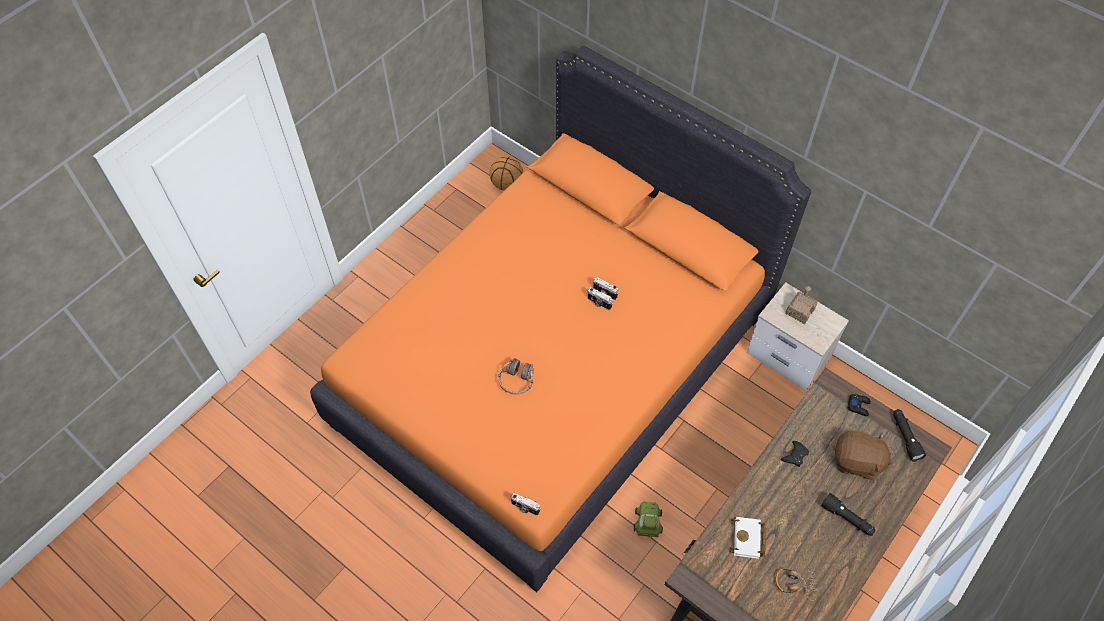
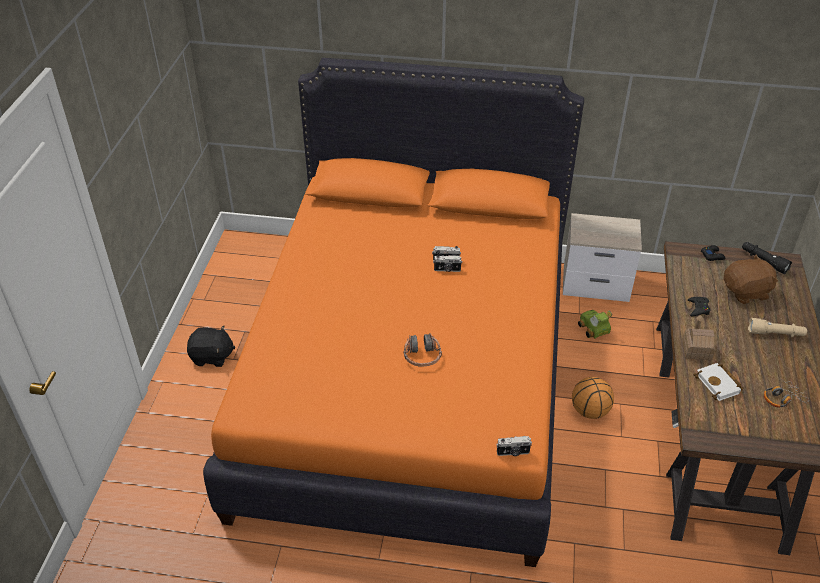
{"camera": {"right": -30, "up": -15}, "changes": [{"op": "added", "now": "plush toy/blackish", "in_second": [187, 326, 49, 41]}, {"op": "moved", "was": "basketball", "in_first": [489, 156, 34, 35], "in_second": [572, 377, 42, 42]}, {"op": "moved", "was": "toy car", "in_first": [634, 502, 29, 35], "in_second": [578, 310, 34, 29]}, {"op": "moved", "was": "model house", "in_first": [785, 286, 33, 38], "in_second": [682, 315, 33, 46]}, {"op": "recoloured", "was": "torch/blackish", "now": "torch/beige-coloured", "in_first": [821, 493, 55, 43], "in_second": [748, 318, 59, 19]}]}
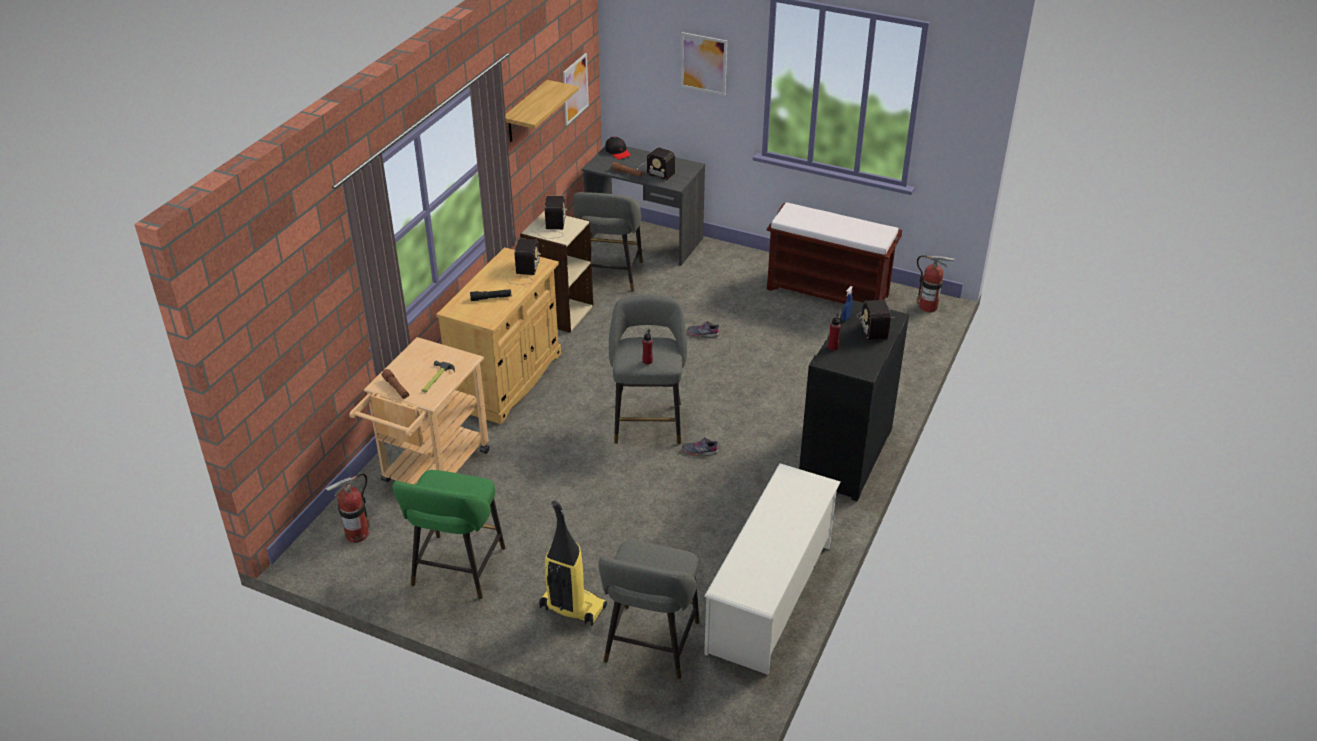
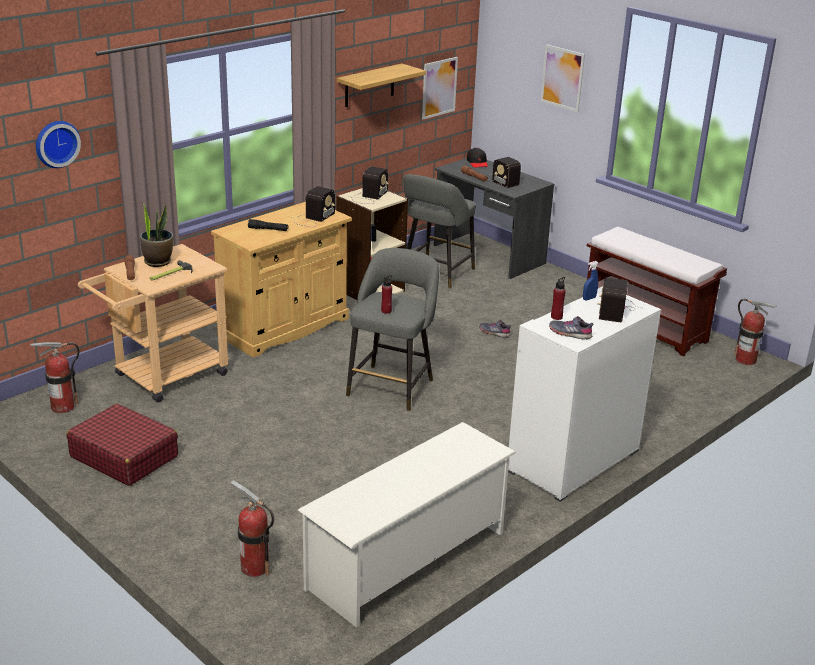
{"camera": {"right": 20, "up": -10}, "changes": [{"op": "removed", "was": "hoover", "in_first": [539, 500, 68, 126]}, {"op": "added", "now": "wall clock", "in_second": [36, 121, 45, 47]}, {"op": "added", "now": "plant in a pot", "in_second": [140, 202, 33, 65]}, {"op": "moved", "was": "low shoe/gray", "in_first": [682, 437, 36, 19], "in_second": [549, 316, 44, 23]}, {"op": "replaced", "was": "stool seat/greenish", "now": "piece of luggage/reddish", "in_first": [392, 470, 113, 129], "in_second": [67, 404, 111, 82]}, {"op": "replaced", "was": "stool seat/gray", "now": "fire-fighting cylinder", "in_first": [598, 540, 101, 139], "in_second": [230, 480, 44, 97]}, {"op": "recoloured", "was": "cupboard/blackish", "now": "cupboard/white-coloured", "in_first": [799, 300, 110, 201], "in_second": [508, 286, 153, 216]}]}
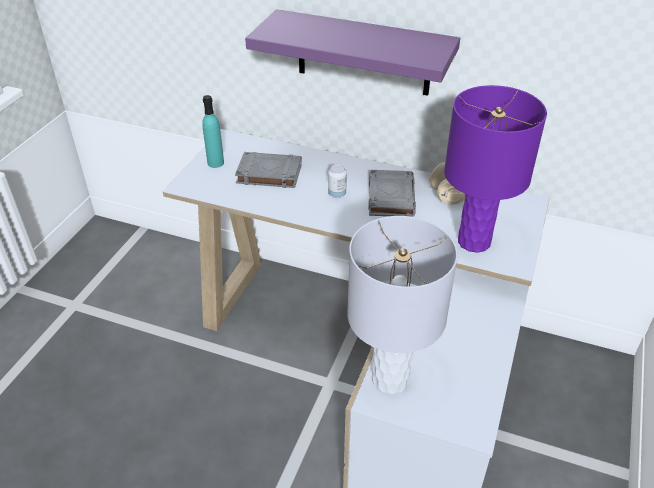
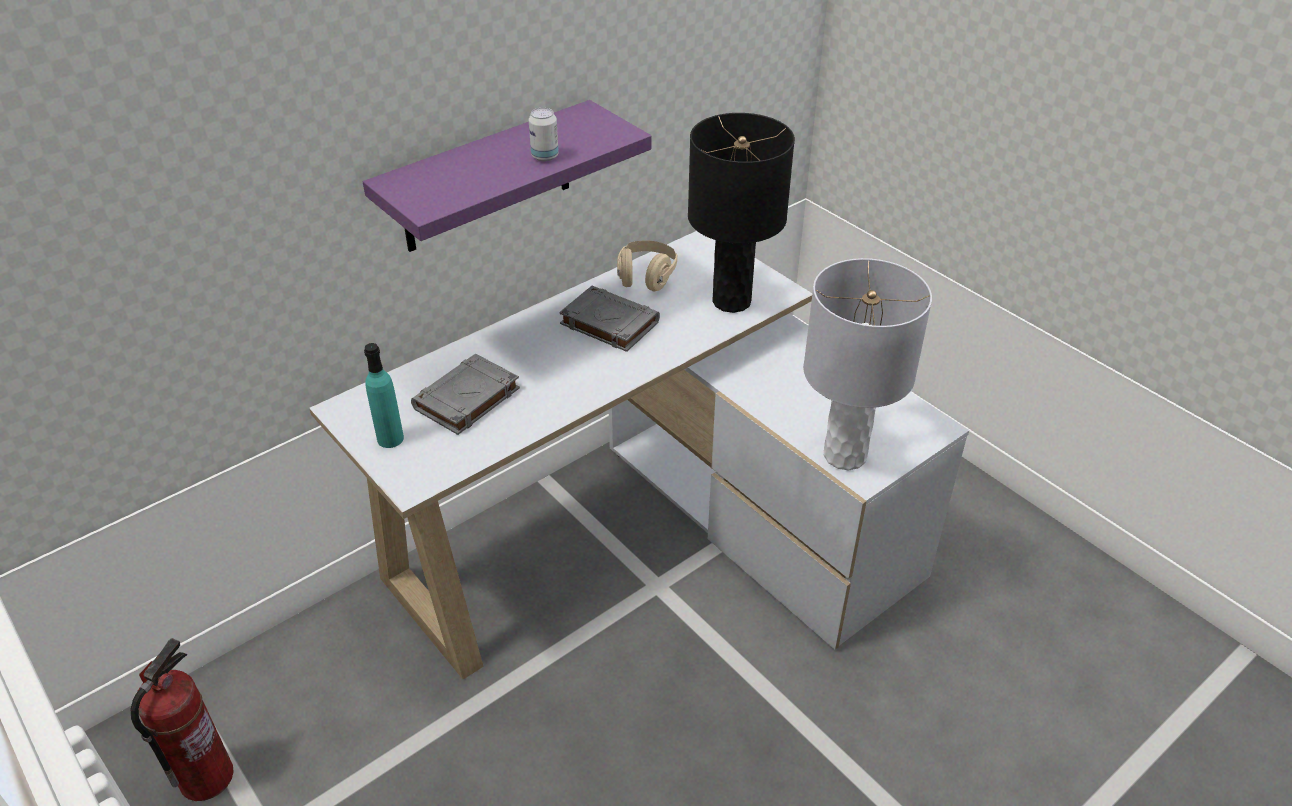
{"camera": {"right": -60, "up": 0}, "changes": [{"op": "added", "now": "fire-fighting cylinder", "in_second": [131, 638, 103, 163]}, {"op": "moved", "was": "metal can", "in_first": [328, 164, 19, 34], "in_second": [529, 108, 30, 54]}, {"op": "recoloured", "was": "table lamp/purple", "now": "table lamp/blackish", "in_first": [444, 85, 103, 168], "in_second": [688, 113, 107, 200]}]}
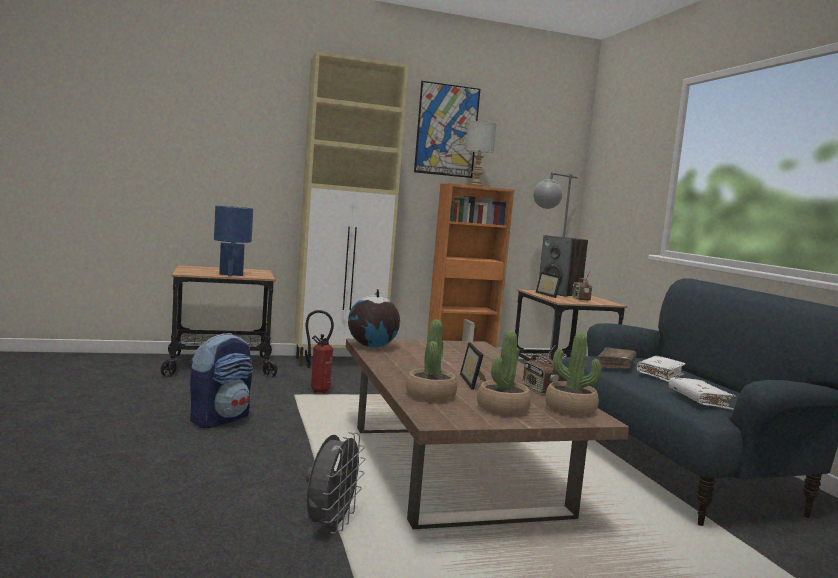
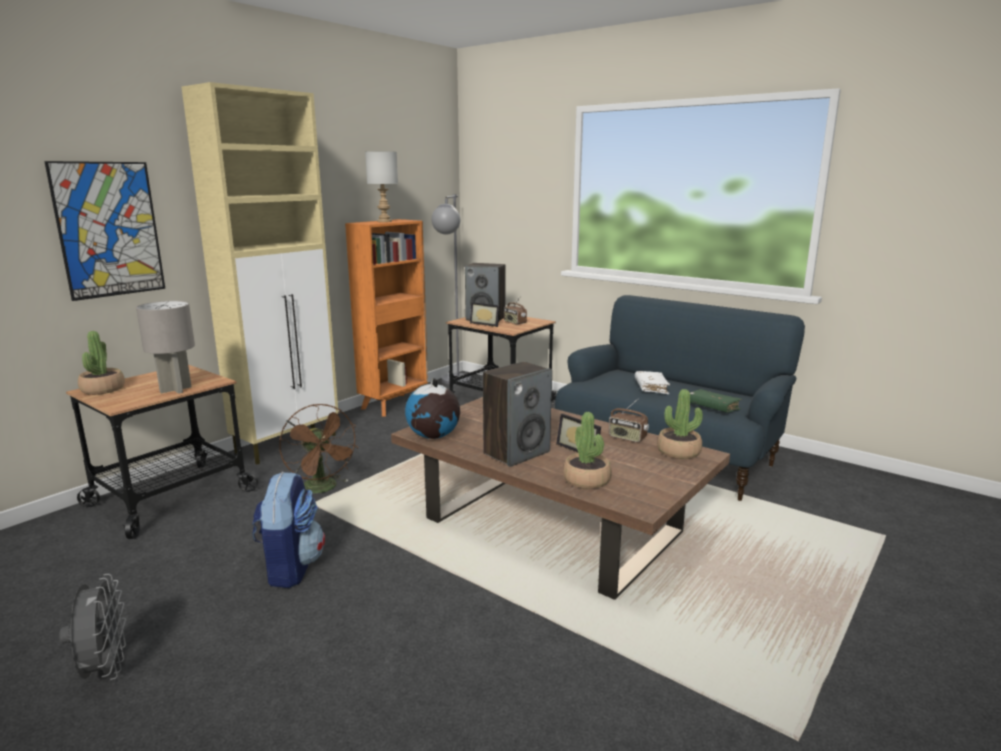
{"camera": {"right": -35, "up": 10}, "changes": [{"op": "removed", "was": "volume/brown-coloured", "in_first": [597, 347, 40, 22]}, {"op": "added", "now": "loudspeaker", "in_second": [483, 361, 69, 106]}, {"op": "moved", "was": "cooling fan/gray", "in_first": [305, 432, 61, 102], "in_second": [59, 574, 67, 106]}, {"op": "moved", "was": "picture", "in_first": [414, 81, 66, 97], "in_second": [44, 161, 121, 140]}, {"op": "moved", "was": "plant in a pot", "in_first": [477, 331, 54, 85], "in_second": [78, 331, 47, 64]}, {"op": "replaced", "was": "fire-fighting cylinder", "now": "cooling fan/brown-coloured", "in_first": [305, 310, 29, 84], "in_second": [279, 404, 79, 89]}, {"op": "recoloured", "was": "table lamp/blue", "now": "table lamp/gray", "in_first": [214, 206, 39, 71], "in_second": [136, 301, 59, 93]}, {"op": "recoloured", "was": "volume/white-coloured", "now": "volume/greenish", "in_first": [669, 377, 67, 33], "in_second": [690, 389, 52, 24]}]}
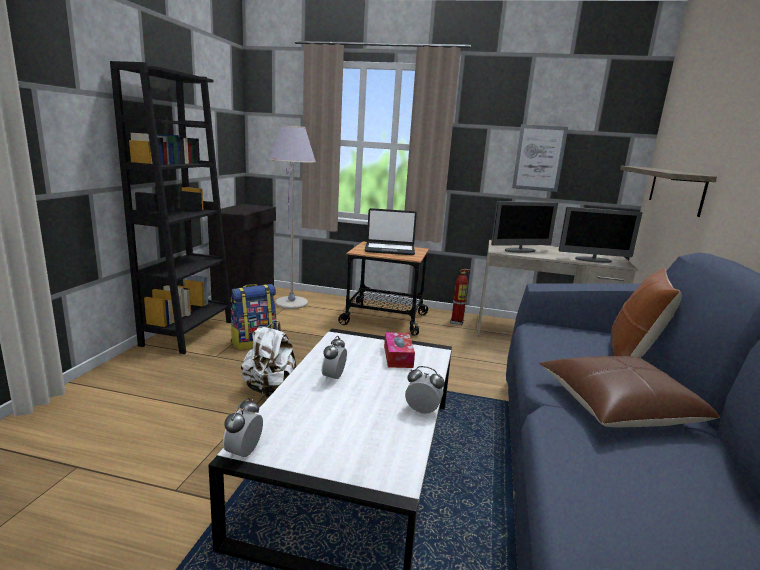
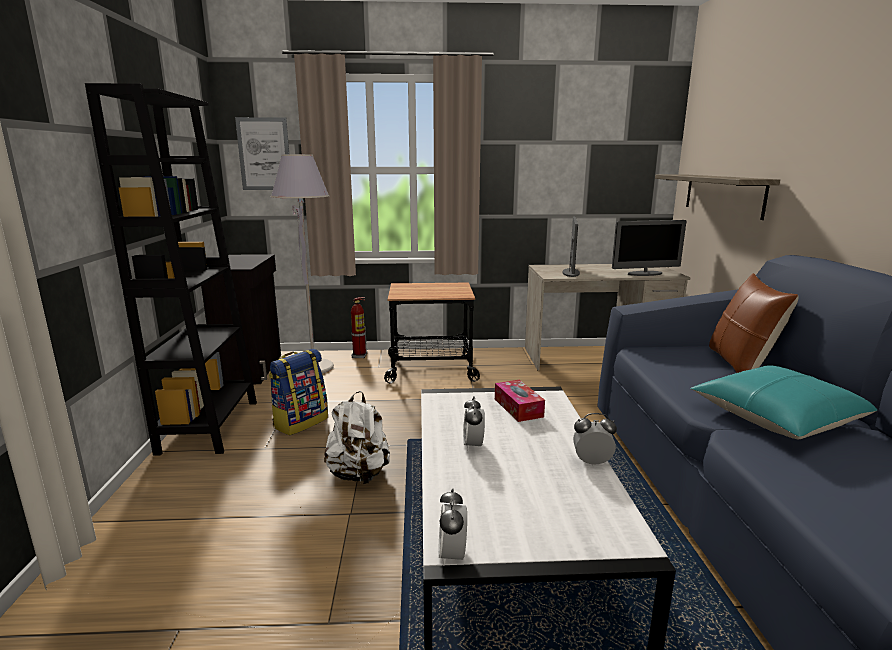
{"camera": {"right": -15, "up": 0}, "changes": [{"op": "removed", "was": "portable computer", "in_first": [365, 208, 52, 47]}, {"op": "moved", "was": "fire-fighting cylinder", "in_first": [450, 269, 21, 56], "in_second": [351, 297, 16, 61]}, {"op": "moved", "was": "picture", "in_first": [512, 124, 56, 68], "in_second": [235, 117, 54, 73]}, {"op": "recoloured", "was": "throw pillow/brown-coloured", "now": "throw pillow/turquoise-coloured", "in_first": [539, 356, 181, 71], "in_second": [690, 365, 187, 74]}, {"op": "turned", "was": "monitor", "in_first": [491, 201, 67, 52], "in_second": [563, 217, 17, 60], "clockwise": -45}]}
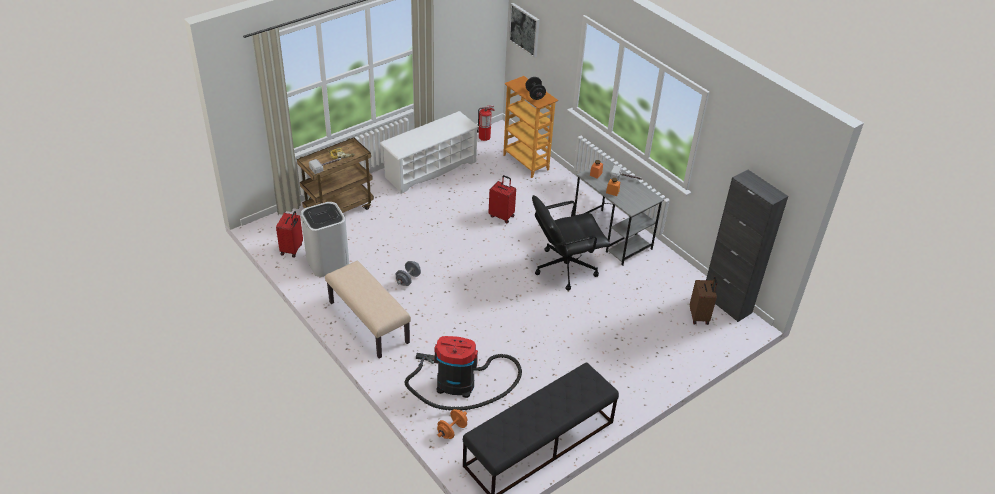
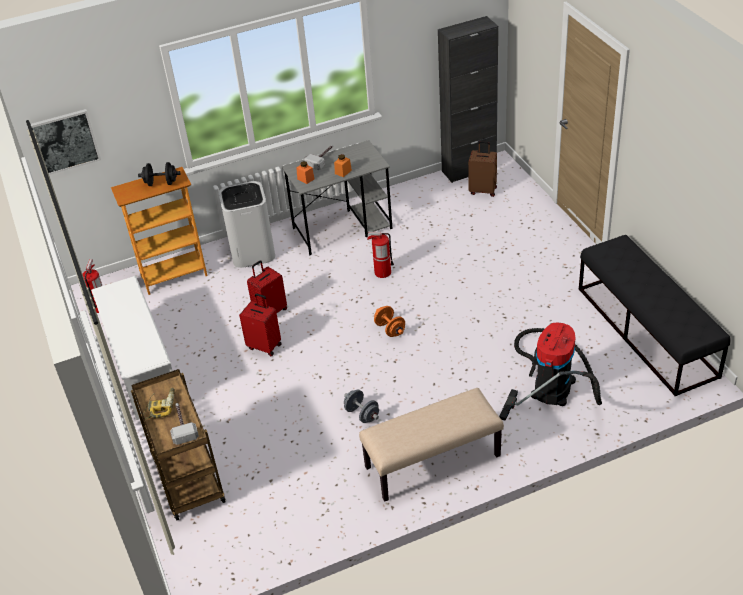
{"camera": {"right": -70, "up": 0}, "changes": [{"op": "moved", "was": "piece of luggage/reddish", "in_first": [276, 211, 27, 46], "in_second": [239, 293, 43, 63]}, {"op": "moved", "was": "trash can/white-coloured", "in_first": [301, 202, 48, 75], "in_second": [219, 181, 56, 87]}, {"op": "moved", "was": "hand weight/orange-coloured", "in_first": [437, 409, 31, 30], "in_second": [374, 306, 31, 31]}, {"op": "replaced", "was": "desk chair/blackish", "now": "fire-fighting cylinder", "in_first": [532, 195, 78, 96], "in_second": [367, 231, 27, 47]}]}
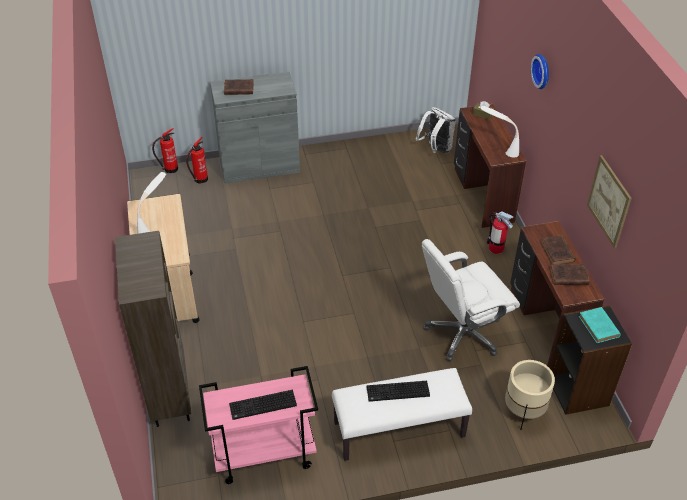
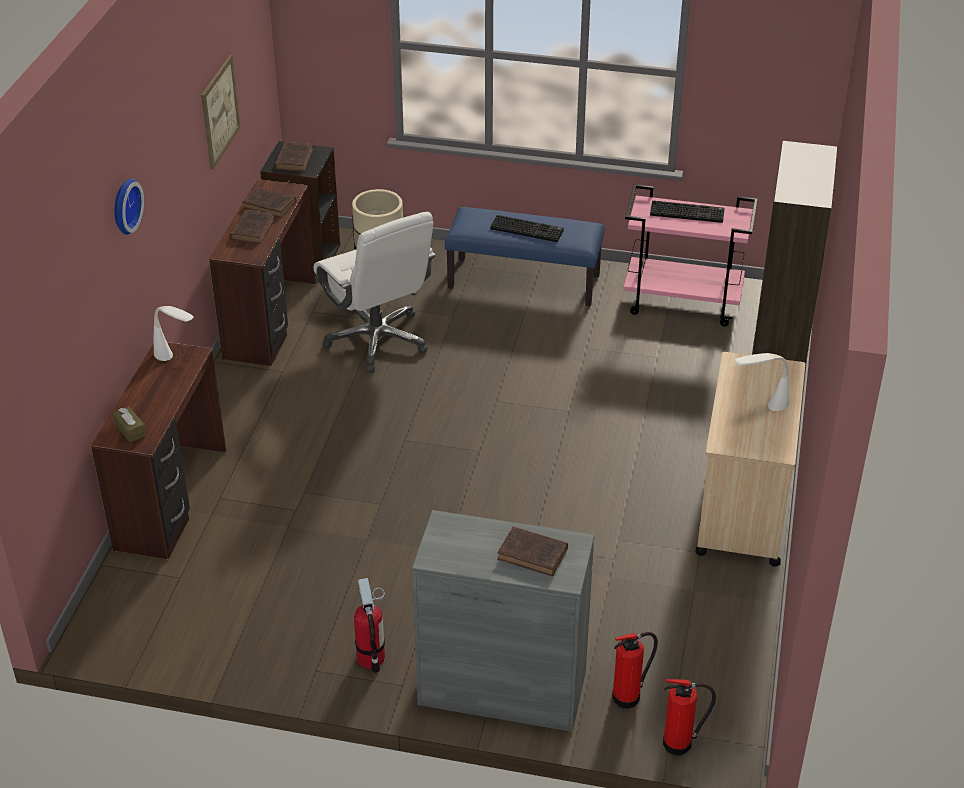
{"camera": {"right": -155, "up": -5}, "changes": [{"op": "removed", "was": "rucksack/white-coloured", "in_first": [416, 107, 40, 46]}, {"op": "moved", "was": "fire-fighting cylinder", "in_first": [487, 211, 26, 43], "in_second": [354, 578, 31, 95]}, {"op": "recoloured", "was": "long seat/white-coloured", "now": "long seat/blue", "in_first": [332, 368, 140, 93], "in_second": [445, 207, 159, 99]}, {"op": "recoloured", "was": "volume/turquoise-coloured", "now": "volume/brown-coloured", "in_first": [579, 307, 42, 36], "in_second": [275, 141, 38, 30]}, {"op": "turned", "was": "desk chair/white-coloured", "in_first": [422, 239, 98, 122], "in_second": [314, 212, 122, 161], "clockwise": 60}]}
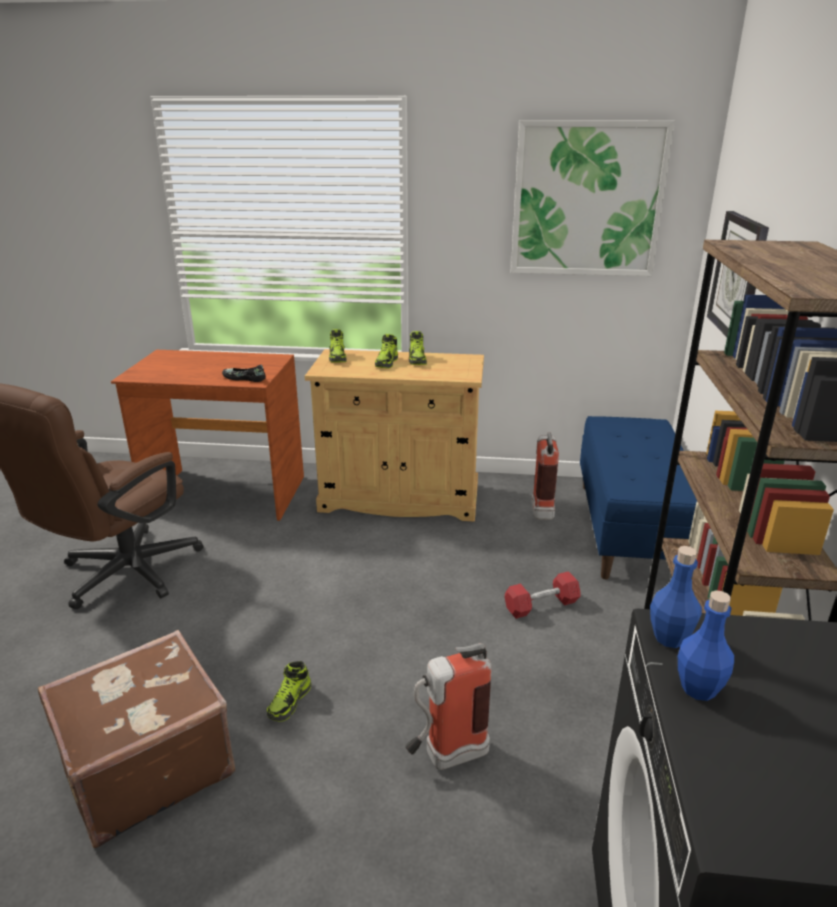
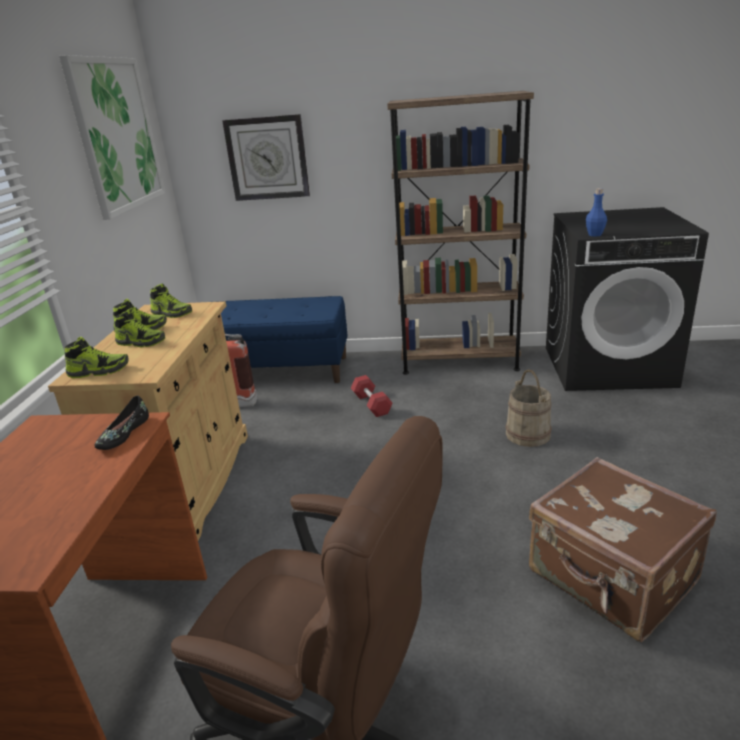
{"camera": {"right": -90, "up": 0}, "changes": [{"op": "removed", "was": "drink bottle/blue", "in_first": [678, 590, 56, 111]}, {"op": "moved", "was": "low shoe", "in_first": [267, 661, 44, 61], "in_second": [150, 283, 42, 35]}, {"op": "replaced", "was": "fire-fighting cylinder", "now": "bucket/beige-coloured", "in_first": [405, 643, 86, 127], "in_second": [505, 370, 47, 77]}]}
